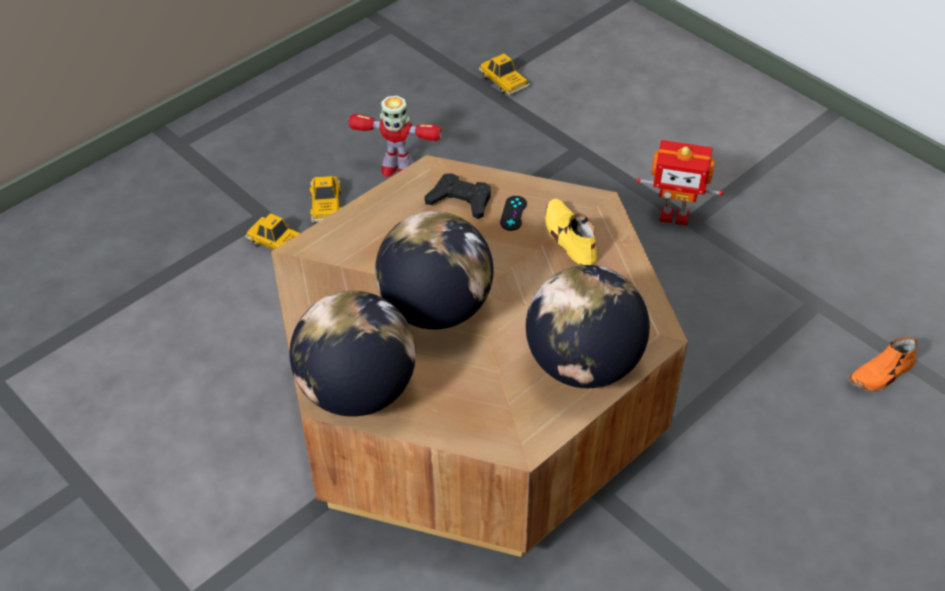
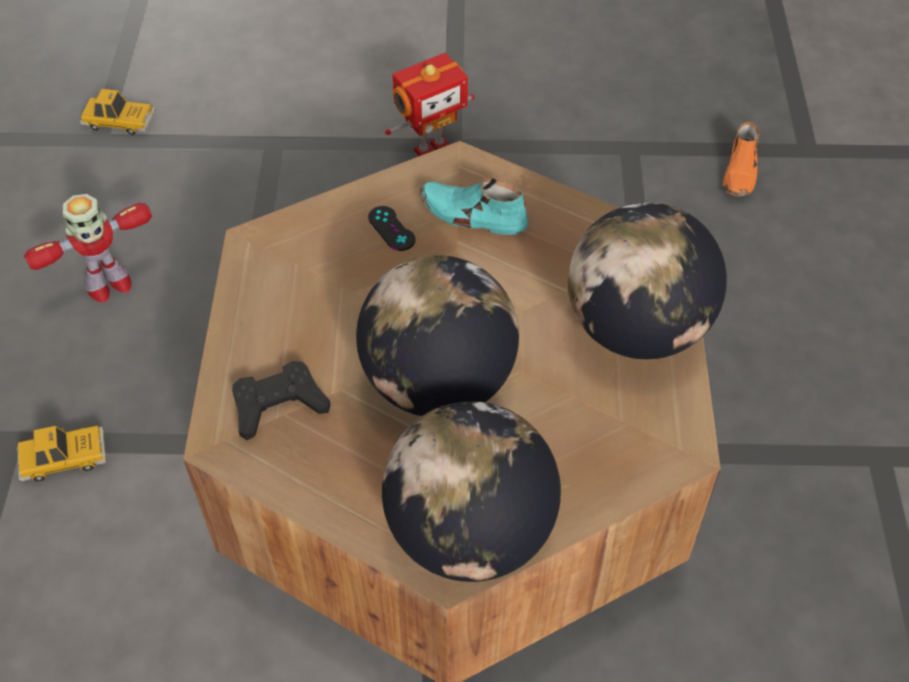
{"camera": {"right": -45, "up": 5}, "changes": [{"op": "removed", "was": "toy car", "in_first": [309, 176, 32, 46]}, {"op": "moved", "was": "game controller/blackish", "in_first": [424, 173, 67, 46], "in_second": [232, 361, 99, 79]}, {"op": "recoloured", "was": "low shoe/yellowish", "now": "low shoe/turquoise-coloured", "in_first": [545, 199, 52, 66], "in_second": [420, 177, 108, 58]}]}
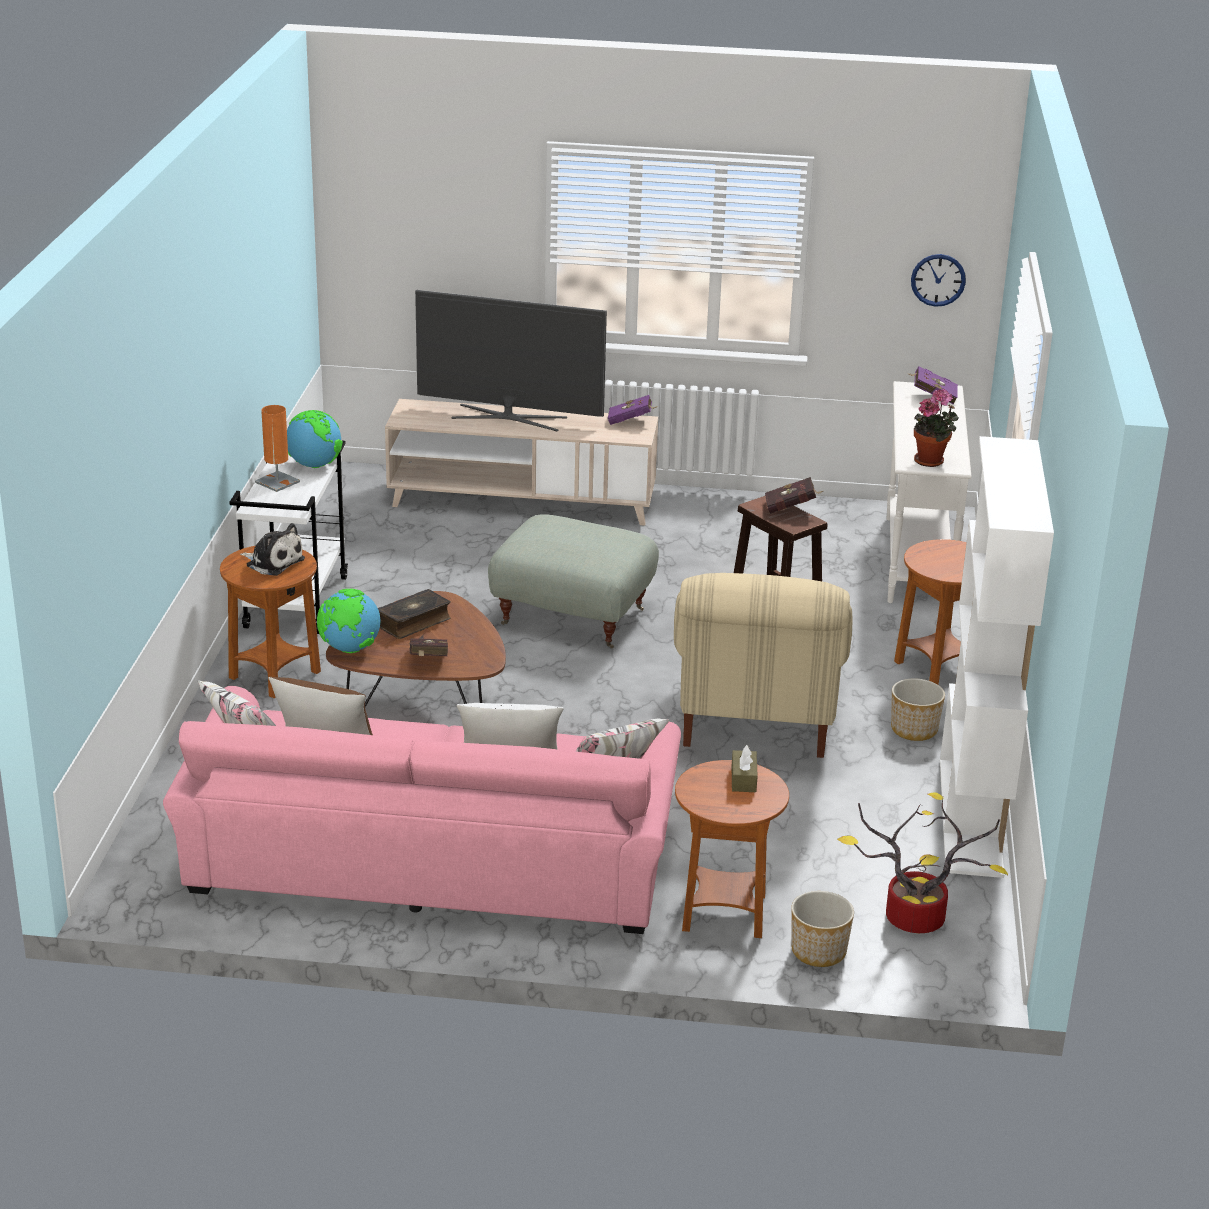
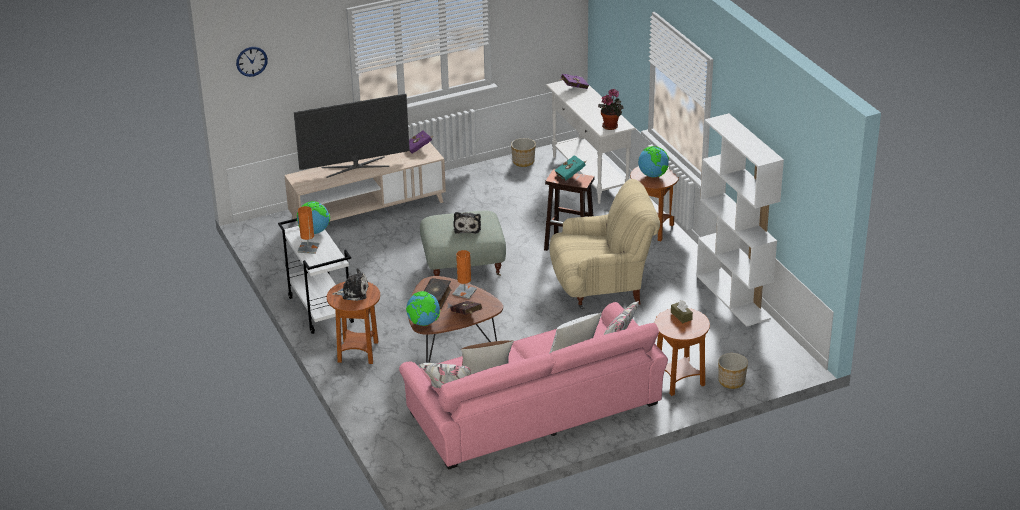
{"camera": {"right": -30, "up": 5}, "changes": [{"op": "removed", "was": "plant in a pot", "in_first": [837, 792, 171, 141]}, {"op": "added", "now": "plush toy", "in_second": [453, 212, 28, 22]}, {"op": "added", "now": "table lamp/orange-coloured", "in_second": [453, 250, 24, 49]}, {"op": "added", "now": "globe", "in_second": [638, 146, 31, 31]}, {"op": "moved", "was": "flower pot", "in_first": [891, 678, 54, 63], "in_second": [511, 138, 25, 29]}, {"op": "moved", "was": "wall clock", "in_first": [911, 254, 55, 53], "in_second": [236, 47, 32, 30]}, {"op": "recoloured", "was": "volume/reddish", "now": "volume/turquoise-coloured", "in_first": [765, 477, 58, 37], "in_second": [555, 155, 32, 26]}, {"op": "turned", "was": "easy chair/beige-coloured", "in_first": [674, 573, 178, 185], "in_second": [549, 179, 111, 131], "clockwise": -75}]}
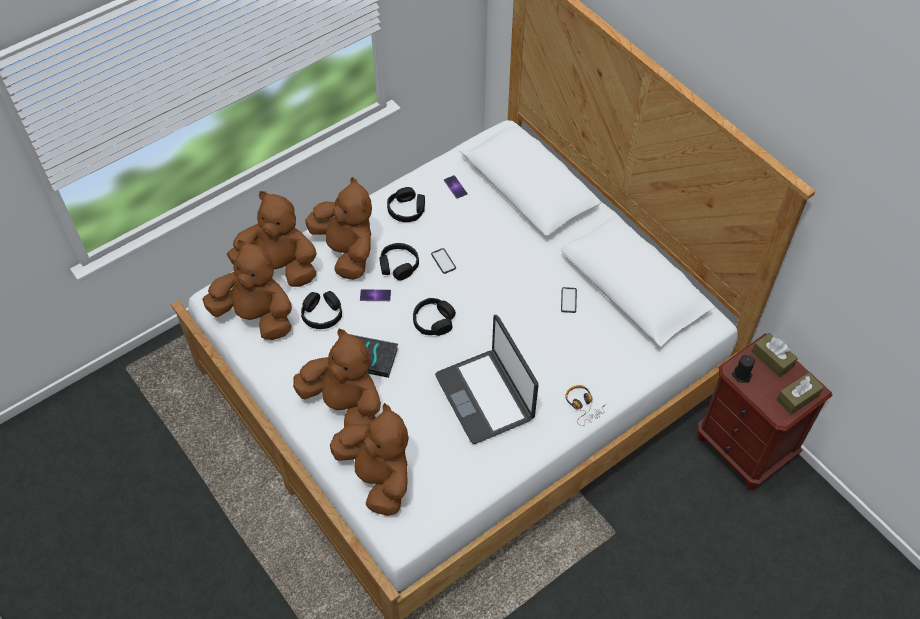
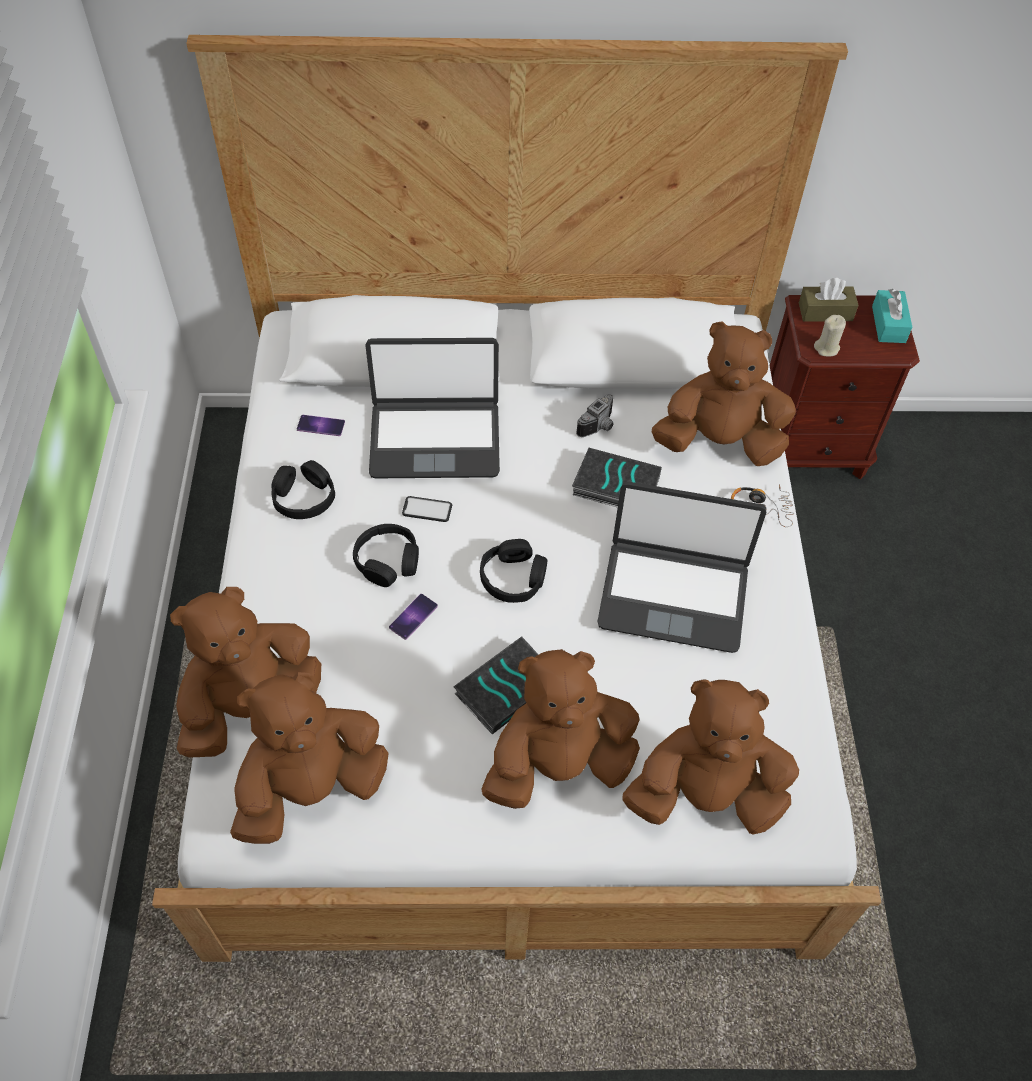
{"camera": {"right": -55, "up": 0}, "changes": [{"op": "removed", "was": "headset/blackish", "in_first": [301, 291, 41, 38]}, {"op": "added", "now": "portable computer", "in_second": [365, 338, 135, 140]}, {"op": "added", "now": "volume", "in_second": [572, 448, 90, 60]}, {"op": "moved", "was": "plush toy/brown-coloured", "in_first": [305, 177, 67, 103], "in_second": [652, 321, 144, 145]}, {"op": "replaced", "was": "telephone", "now": "photo camera", "in_first": [561, 287, 16, 26], "in_second": [576, 394, 38, 43]}, {"op": "recoloured", "was": "candle/blackish", "now": "candle/beige-coloured", "in_first": [732, 355, 23, 28], "in_second": [814, 315, 32, 41]}, {"op": "recoloured", "was": "box of tissues/brown-coloured", "now": "box of tissues/turquoise-coloured", "in_first": [777, 373, 47, 42], "in_second": [872, 289, 40, 54]}]}
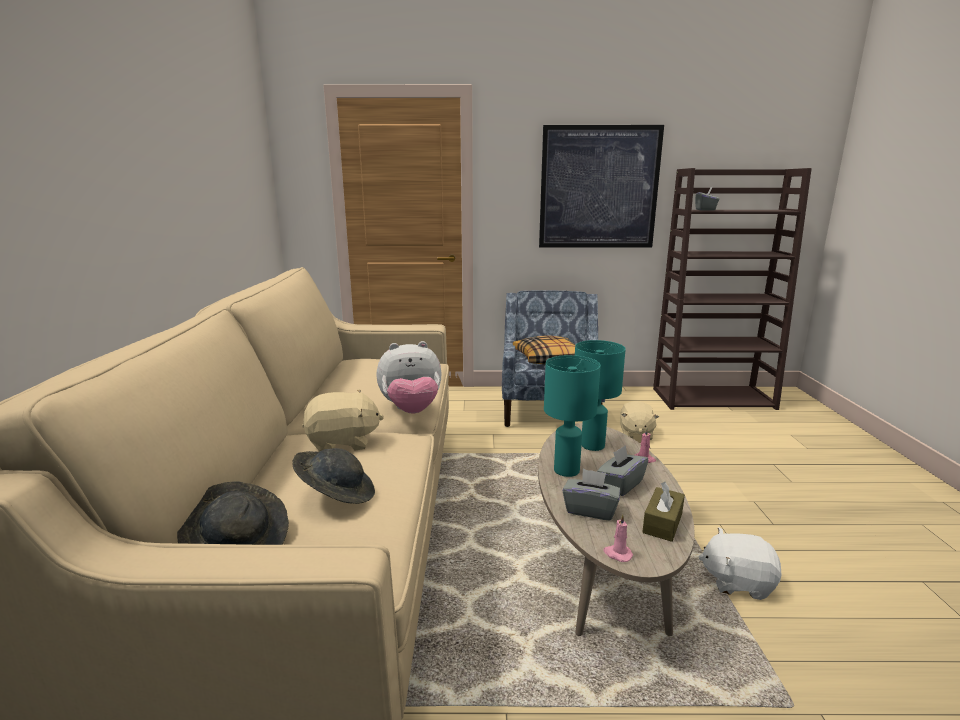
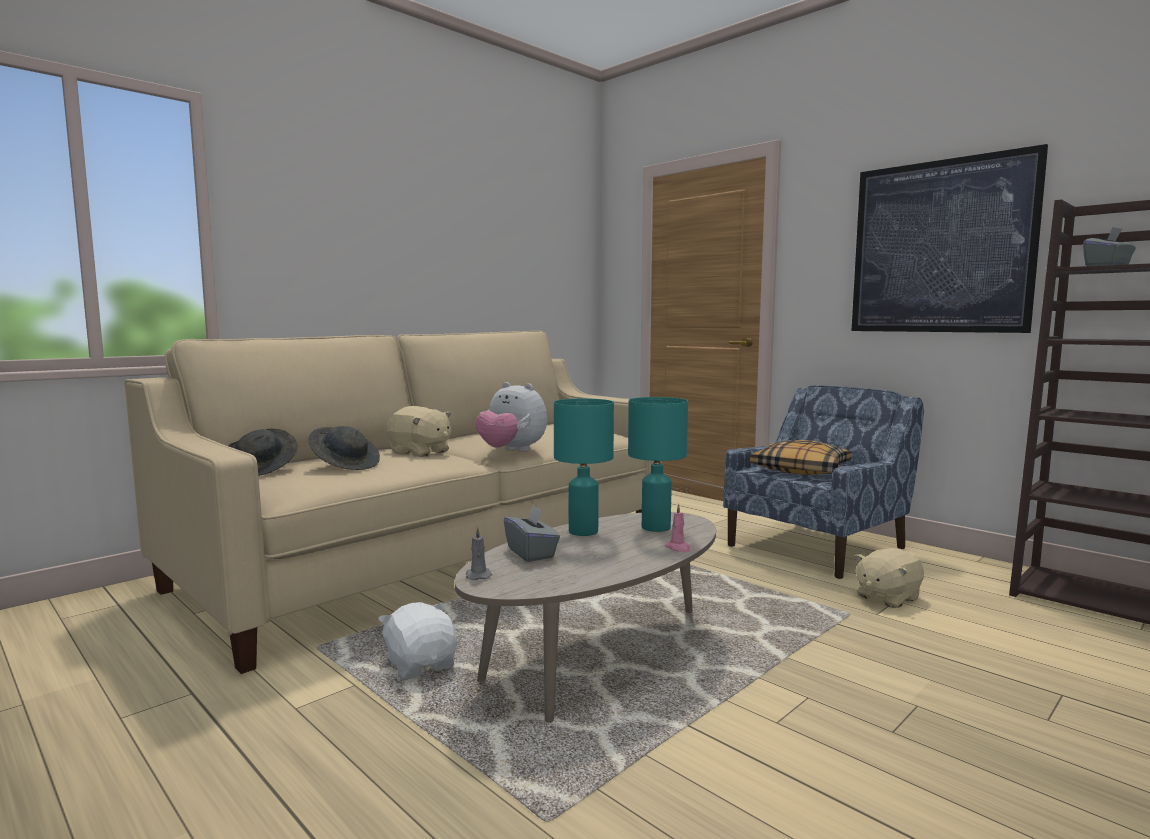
{"camera": {"right": 45, "up": -10}, "changes": [{"op": "removed", "was": "box of tissues/gray", "in_first": [597, 445, 51, 51]}, {"op": "removed", "was": "box of tissues/brown-coloured", "in_first": [642, 482, 43, 60]}, {"op": "moved", "was": "plush toy/white-coloured", "in_first": [699, 527, 83, 73], "in_second": [378, 602, 79, 78]}, {"op": "recoloured", "was": "candle/pink-coloured", "now": "candle/gray", "in_first": [603, 514, 30, 48], "in_second": [466, 527, 26, 53]}]}
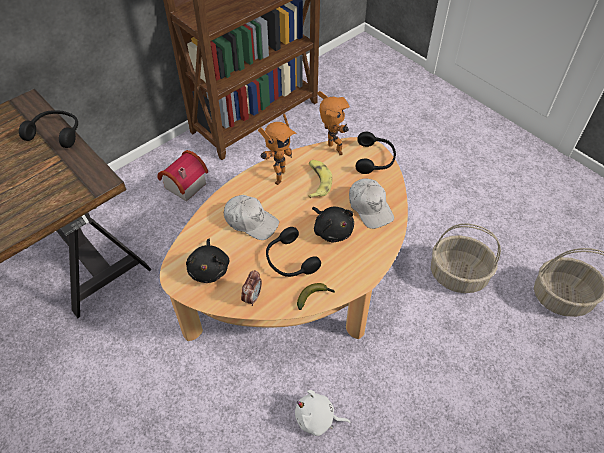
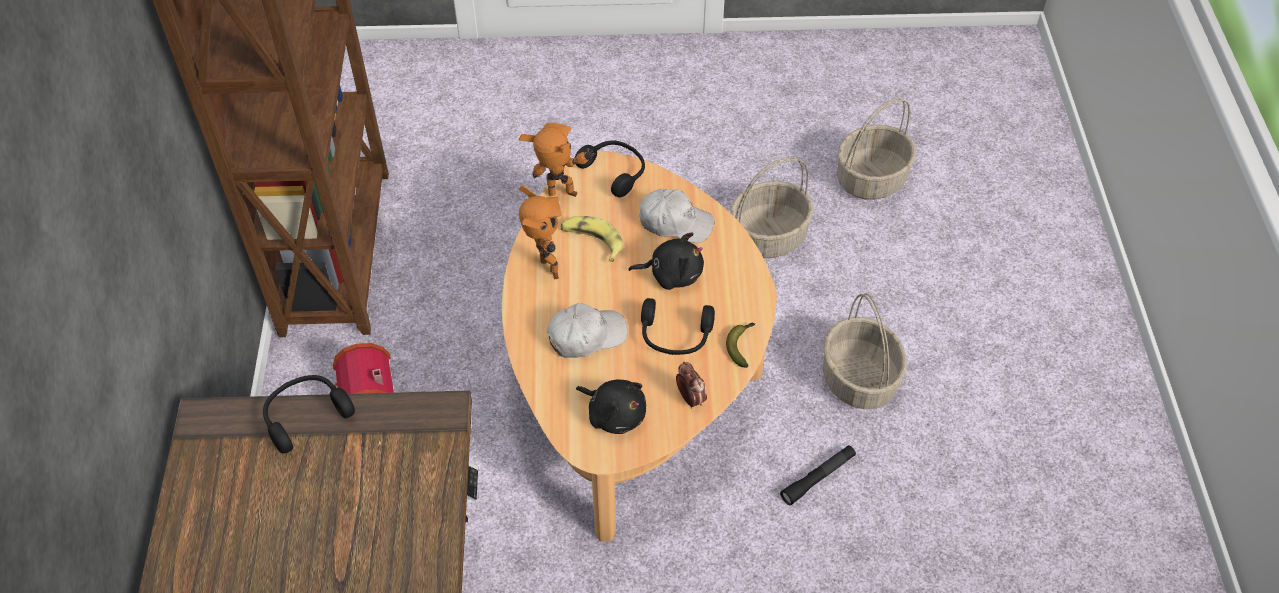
{"camera": {"right": -50, "up": 0}, "changes": [{"op": "added", "now": "storage basket", "in_second": [823, 293, 84, 116]}, {"op": "replaced", "was": "plush toy/white-coloured", "now": "torch/blackish", "in_first": [295, 390, 56, 46], "in_second": [780, 445, 76, 60]}]}
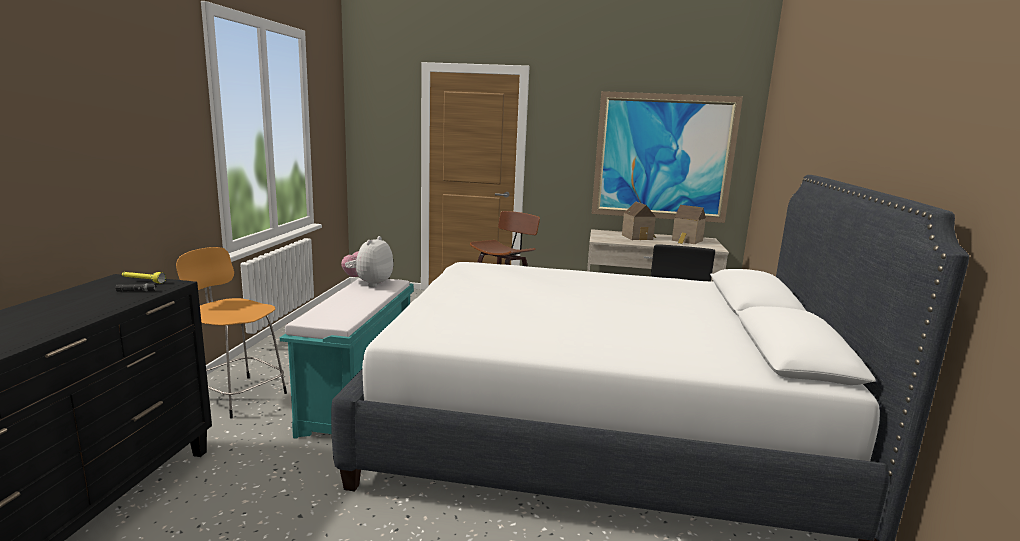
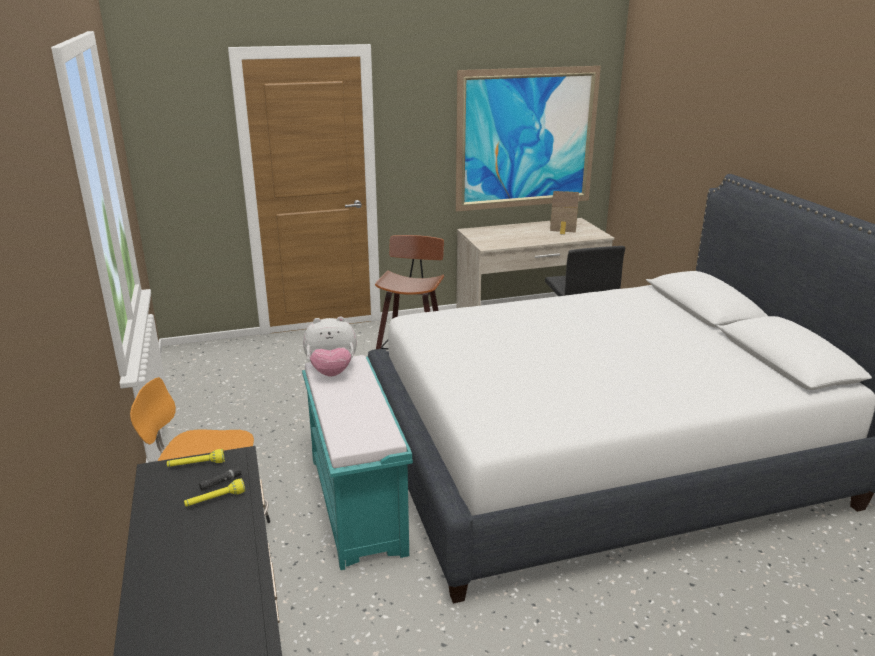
{"camera": {"right": -25, "up": 10}, "changes": [{"op": "removed", "was": "model house", "in_first": [622, 202, 34, 38]}, {"op": "added", "now": "torch/yellowish", "in_second": [184, 478, 61, 28]}, {"op": "turned", "was": "plush toy", "in_first": [341, 236, 52, 51], "in_second": [303, 316, 54, 61], "clockwise": -90}]}
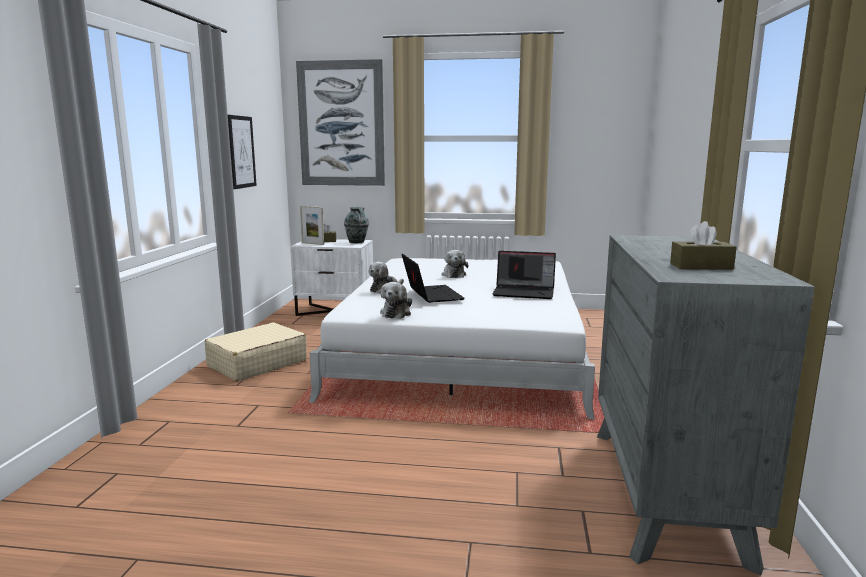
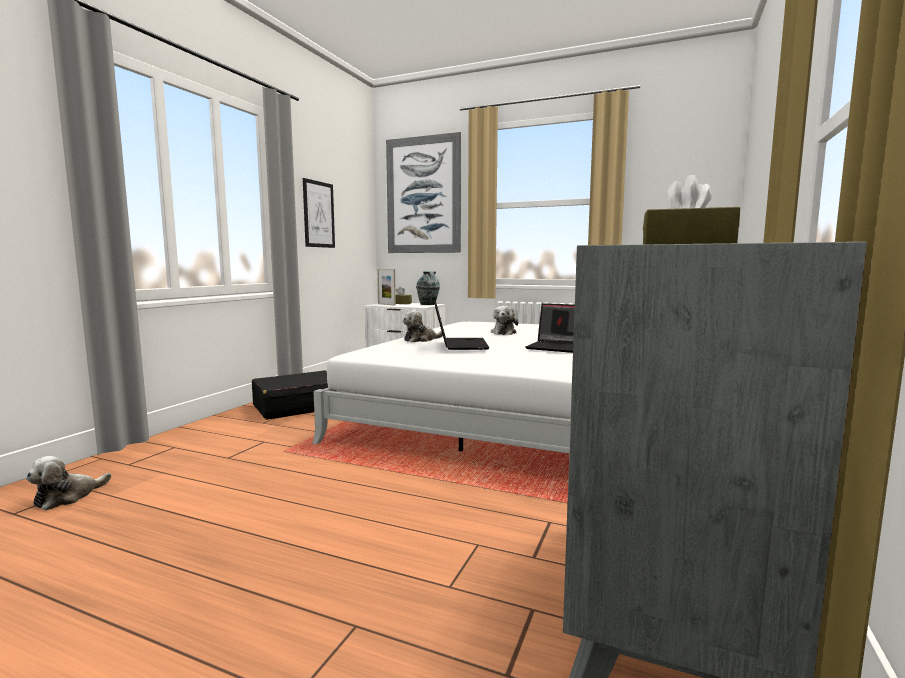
{"camera": {"right": 15, "up": -5}, "changes": [{"op": "moved", "was": "plush toy", "in_first": [380, 282, 32, 37], "in_second": [26, 456, 86, 54]}, {"op": "recoloured", "was": "piece of luggage/beige-coloured", "now": "piece of luggage/blackish", "in_first": [205, 322, 102, 59], "in_second": [252, 370, 76, 50]}]}
